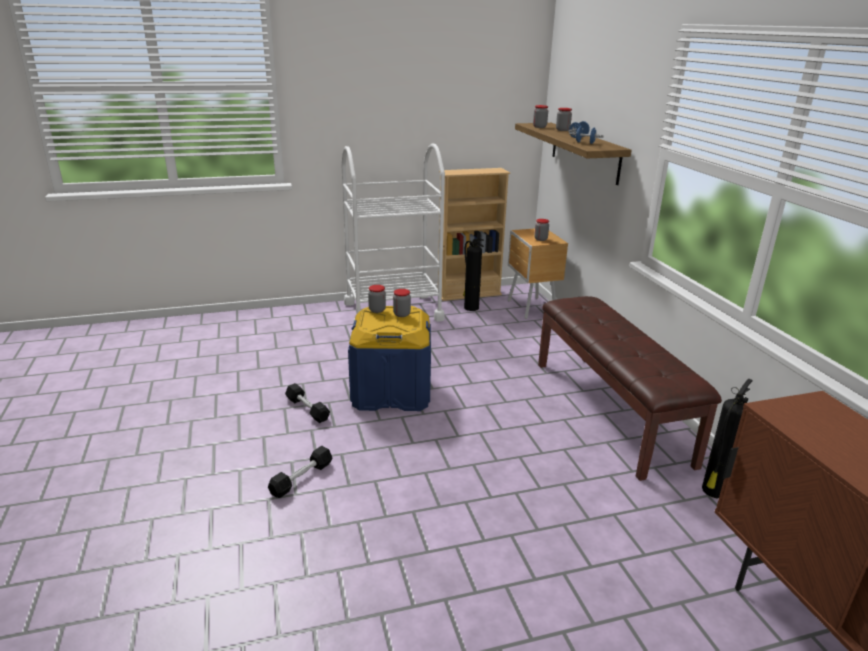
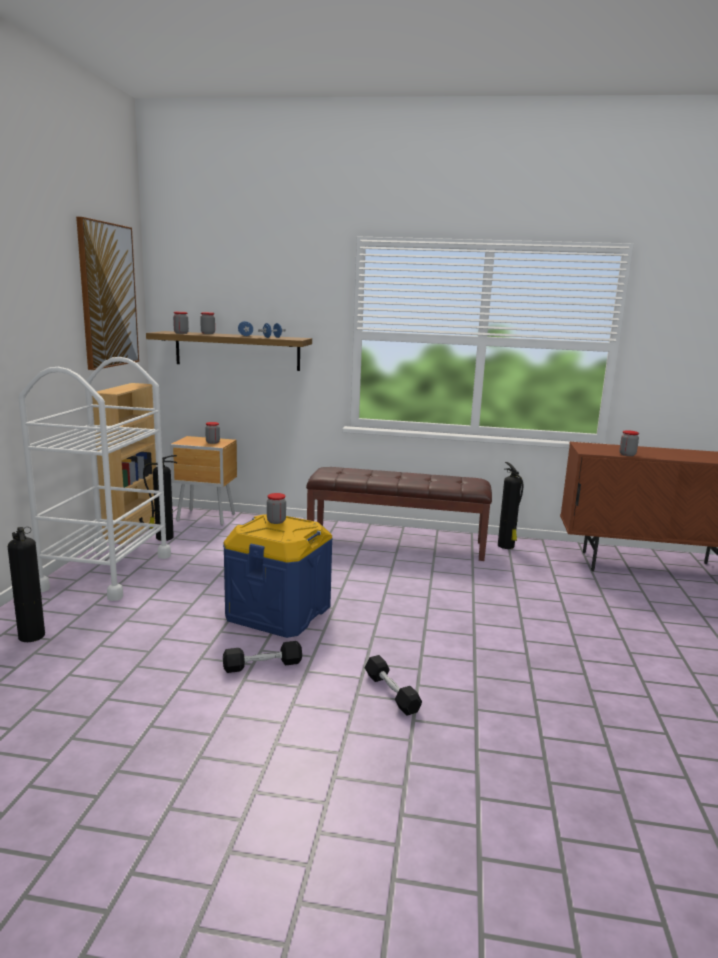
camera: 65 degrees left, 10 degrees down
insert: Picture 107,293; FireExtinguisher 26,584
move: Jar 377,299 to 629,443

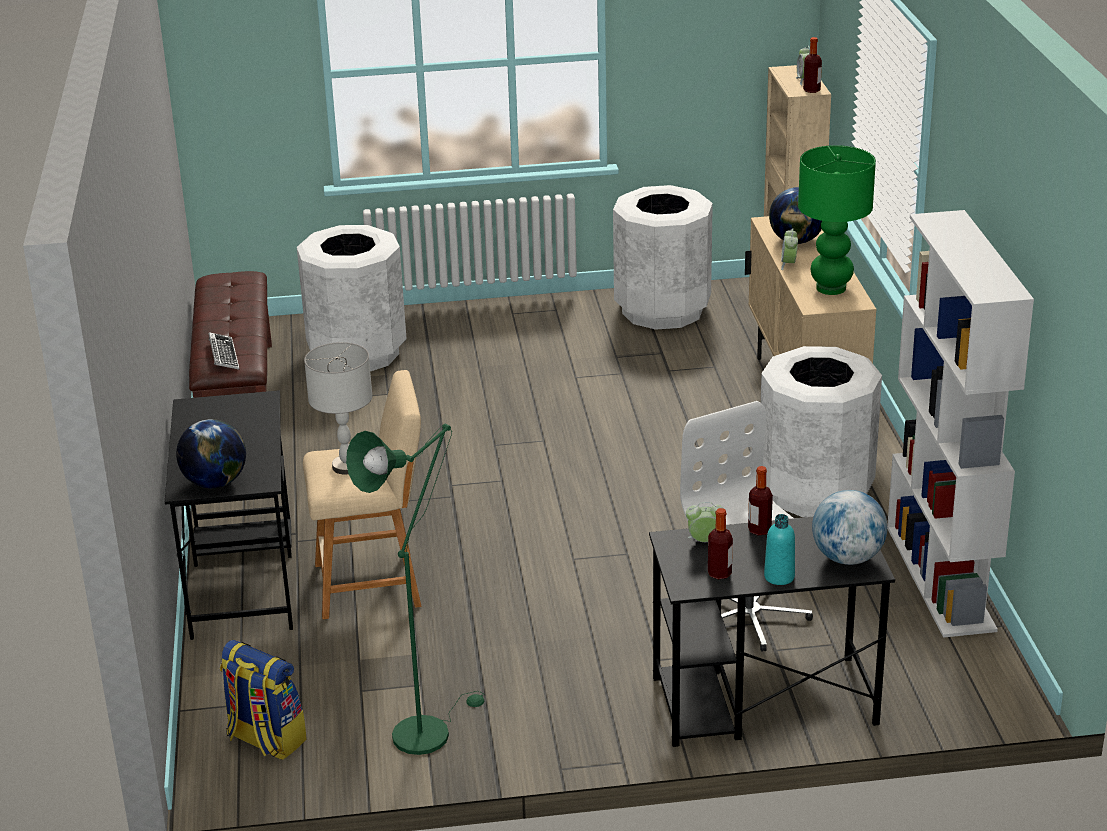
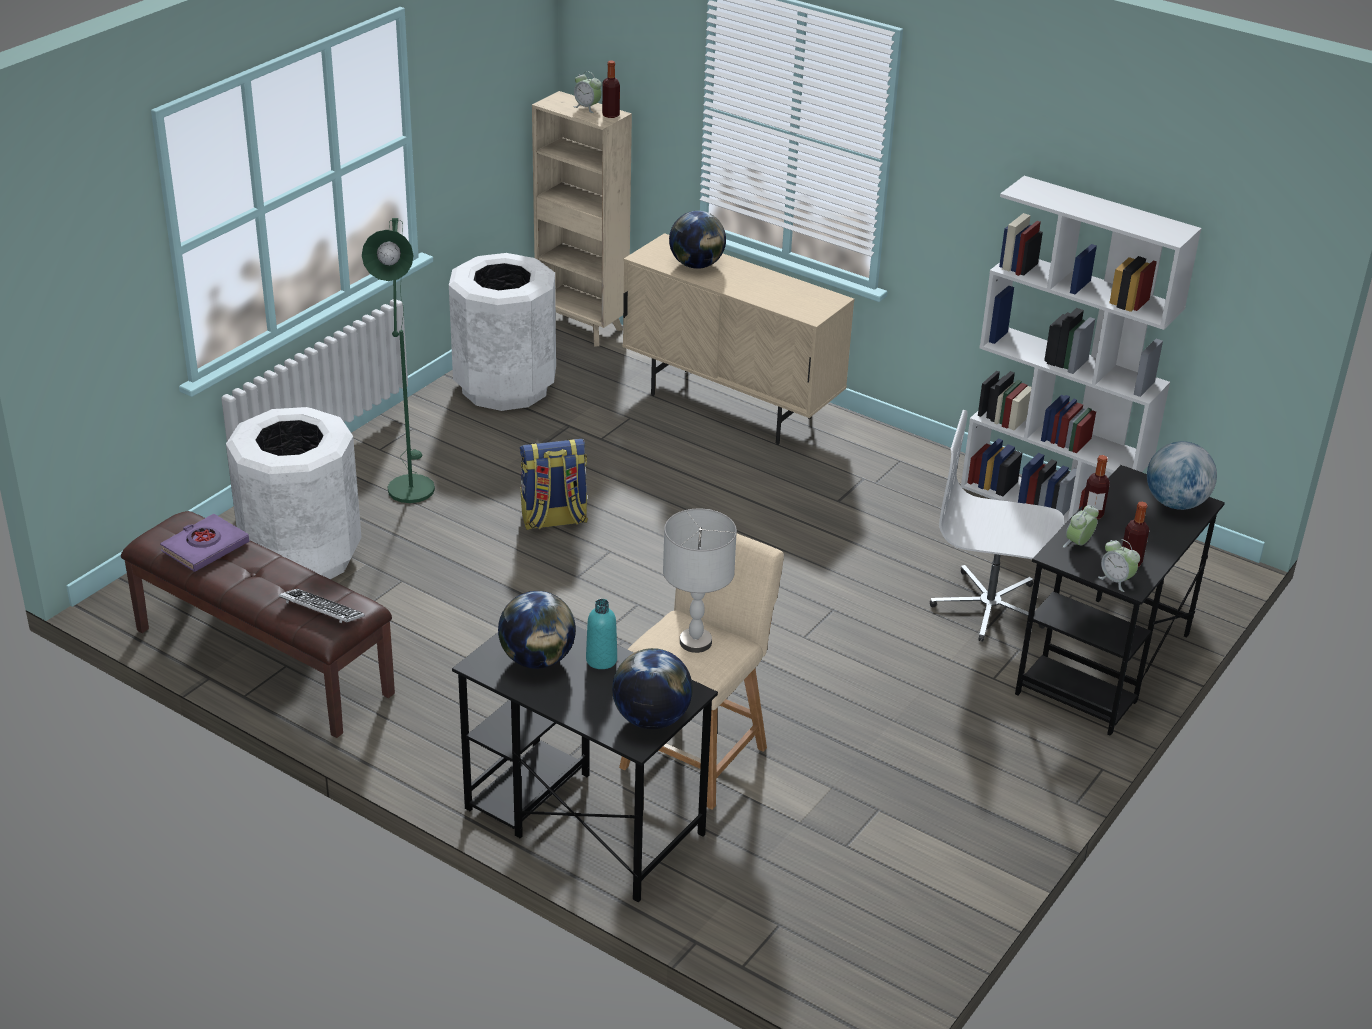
camera: 50 degrees left, 5 degrees up
delete: GreenTableLamp 837,220; WhiteTrashCan 821,431
insert: PurpleBook 204,543; Globe 537,630
move: AlarmClock 789,249 to 1119,565; GreenFloorLamp 415,589 to 398,360; TurquoiseBottle 779,549 to 601,634; Backpack 263,700 to 554,484

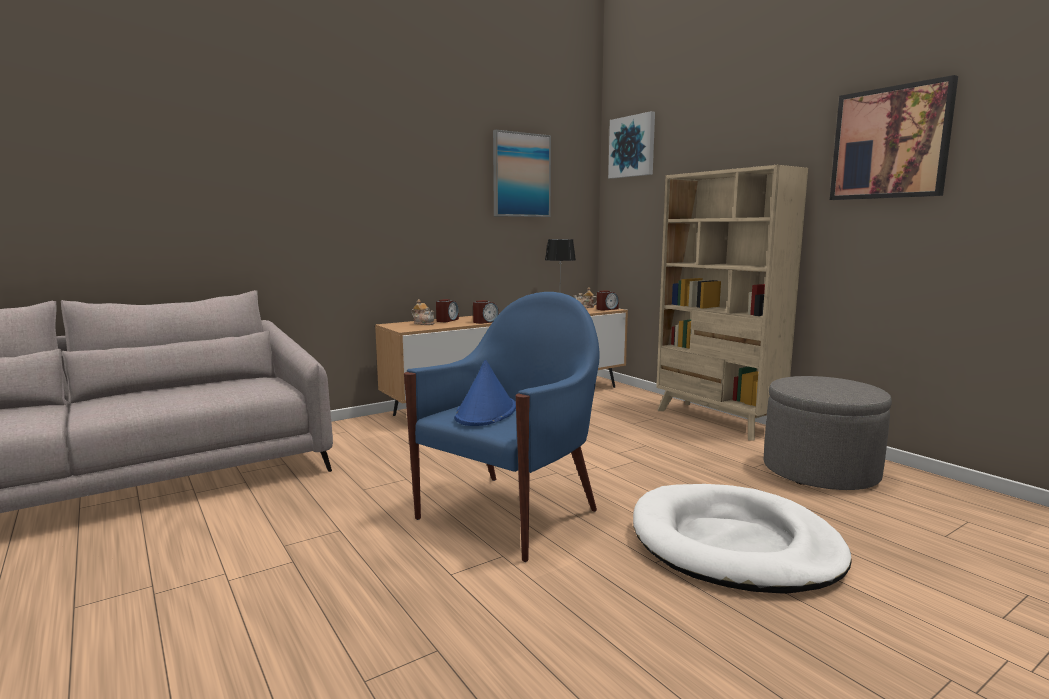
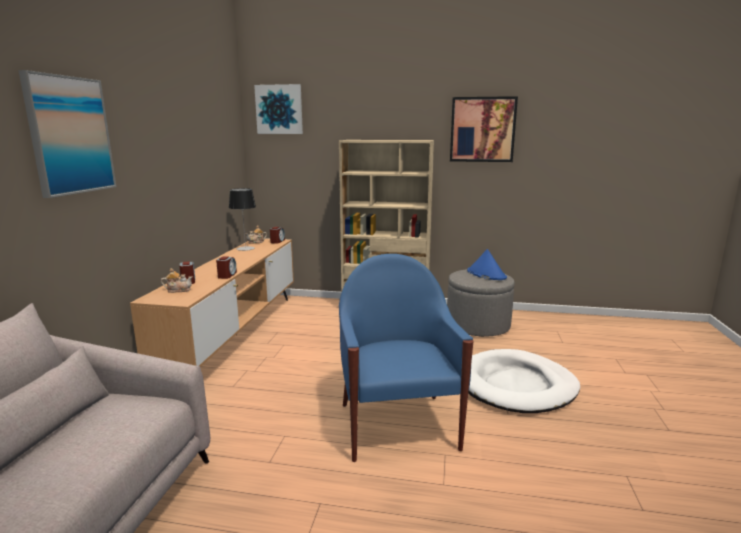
camera: 45 degrees left, 5 degrees up
move: Picture 522,173 to 67,134; BlueHat 485,393 to 487,264

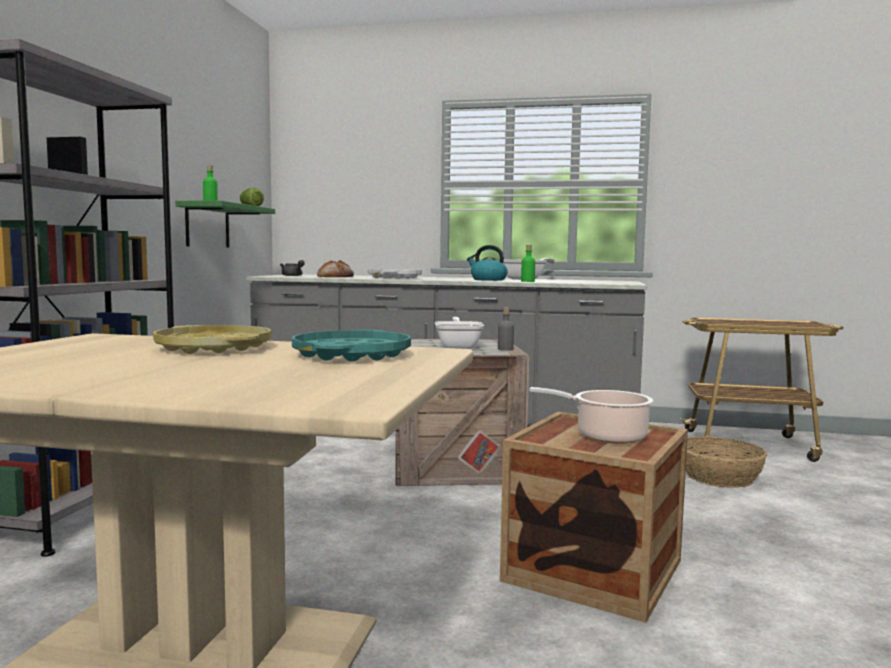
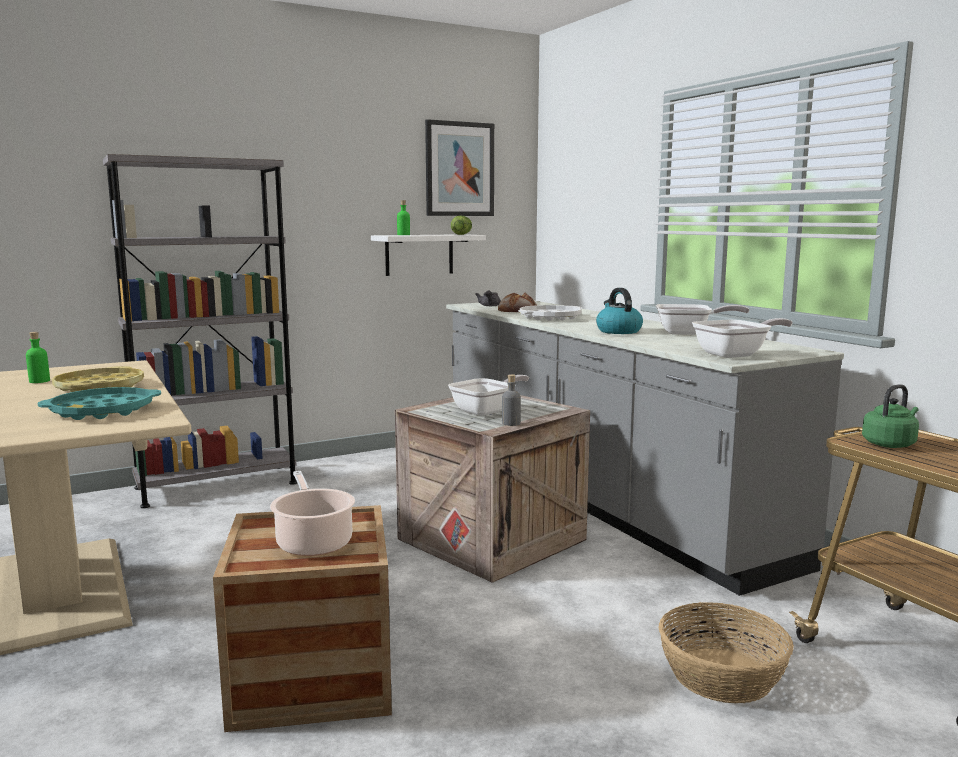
camera: 50 degrees right, 5 degrees up
insert: Picture 459,167; FryingPan 742,338; GreenKettle 890,416
move: GreenBottle 528,263 to 38,357
recolor: GreenShelf 225,224 to WhiteShelf 428,255

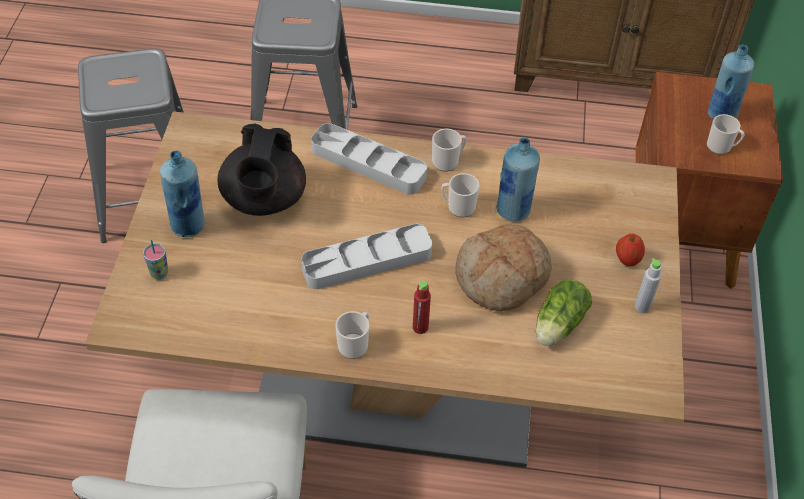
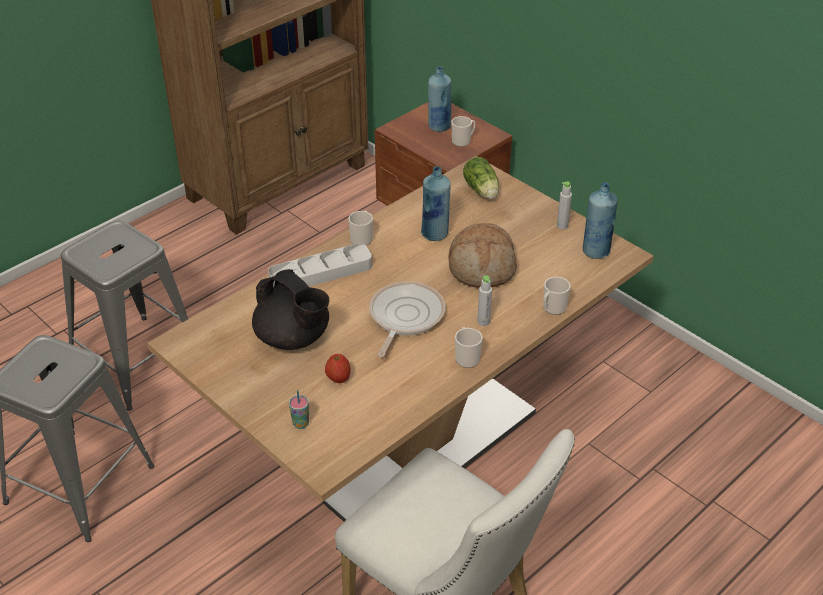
camera: 50 degrees left, 10 degrees down
move: BlueBottle 182,194 to 600,220; Mug 460,195 to 556,296; Apple 630,249 to 338,368; Lettuce 564,312 to 481,178
replace: GreyTray 366,256 to FryingPan 407,320
recolor: RedBottle 422,307 to GreyBottle 485,301

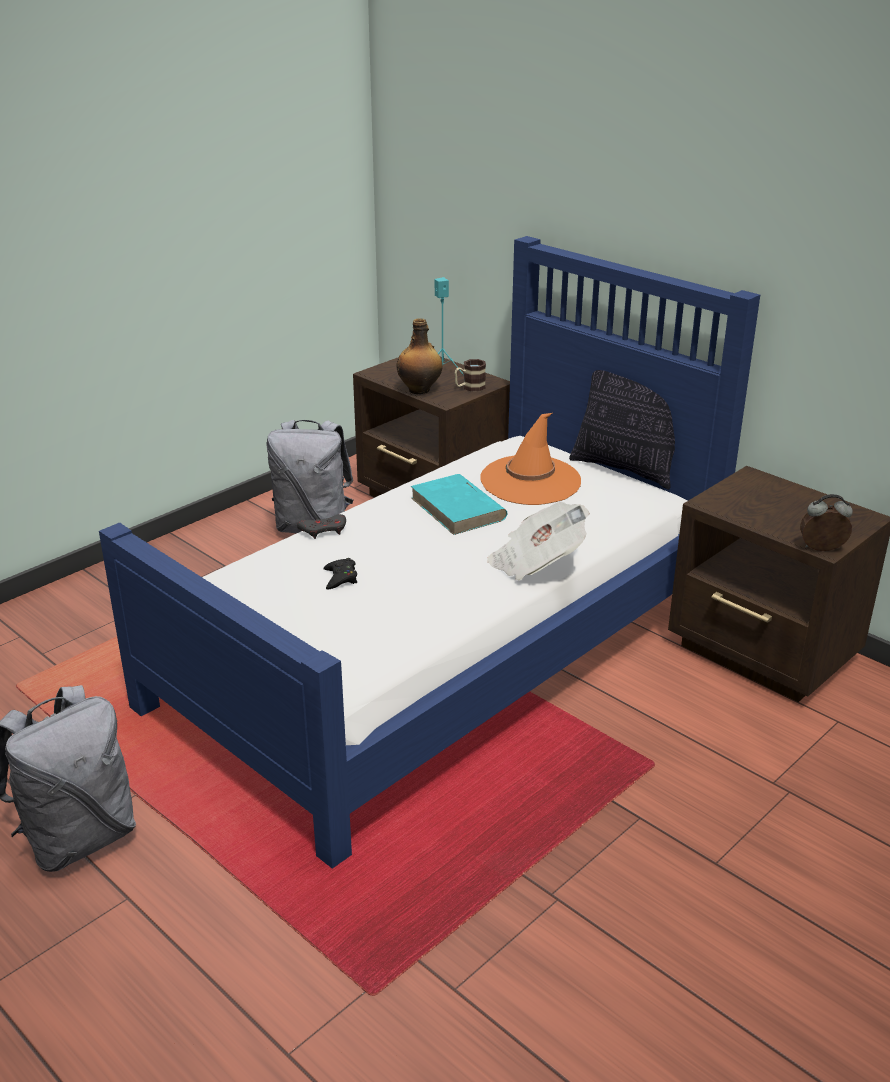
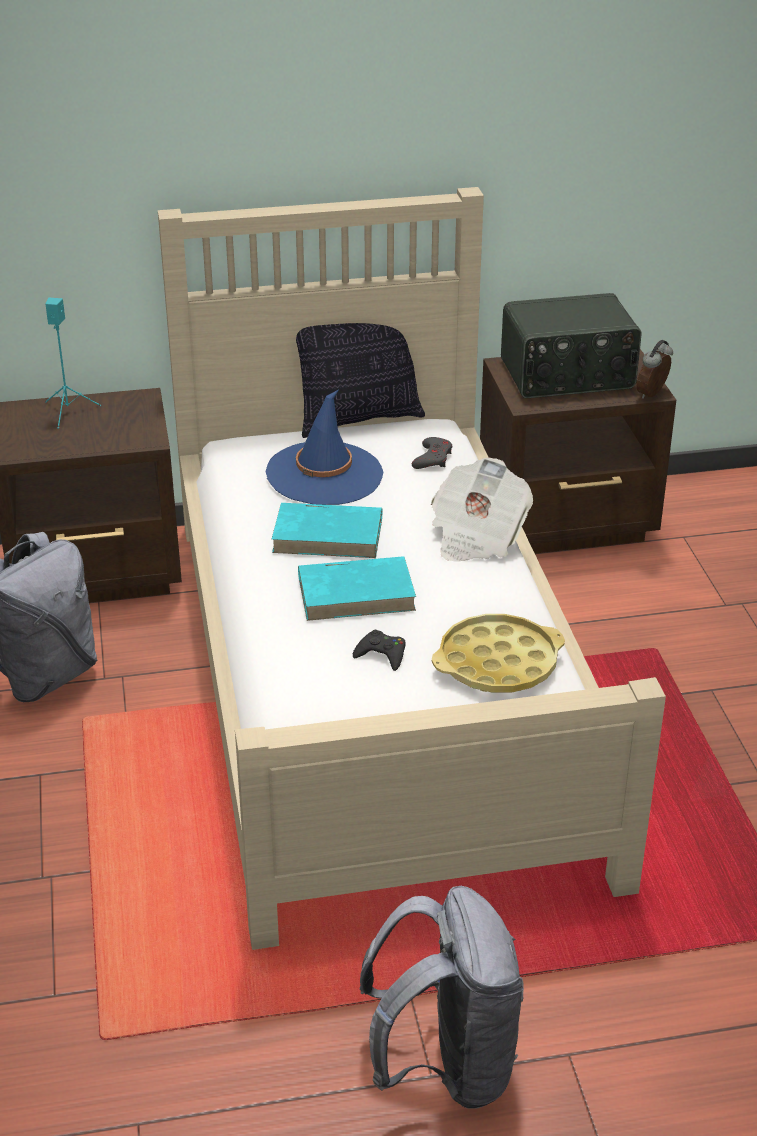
camera: 55 degrees left, 5 degrees up
delete: Bottle 419,356; Mug 470,375
insert: Radio 571,345; TurquoiseBook 357,588; YellowTray 498,653
move: GreyGameController 321,526 to 432,453
recolor: BlueBed 429,552 to BeigeBed 412,568; OrangeHat 530,459 to BlueHat 324,447

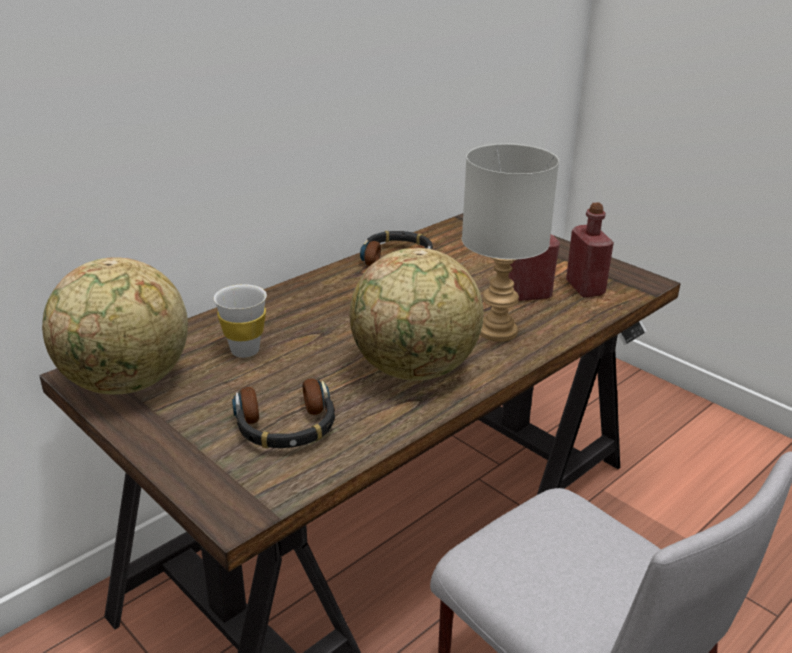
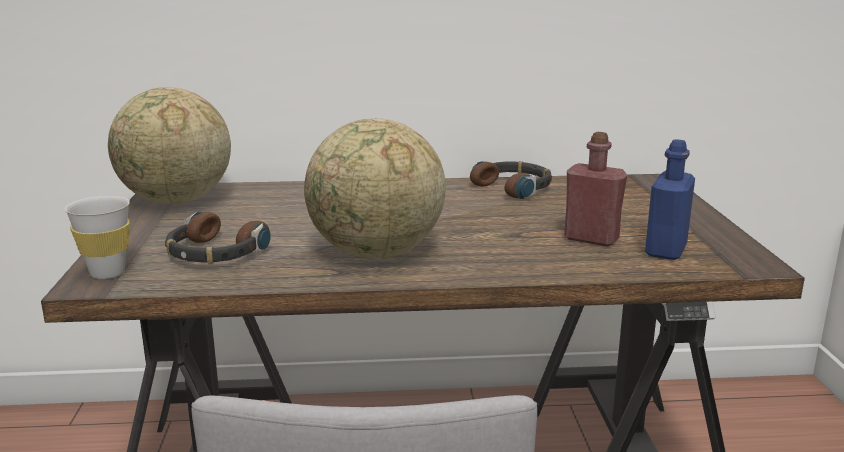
camera: 40 degrees right, 10 degrees down
delete: GreyTableLamp 510,242
move: WhiteCup 240,321 to 97,237
recolor: RedBottle 590,249 to BlueBottle 670,199

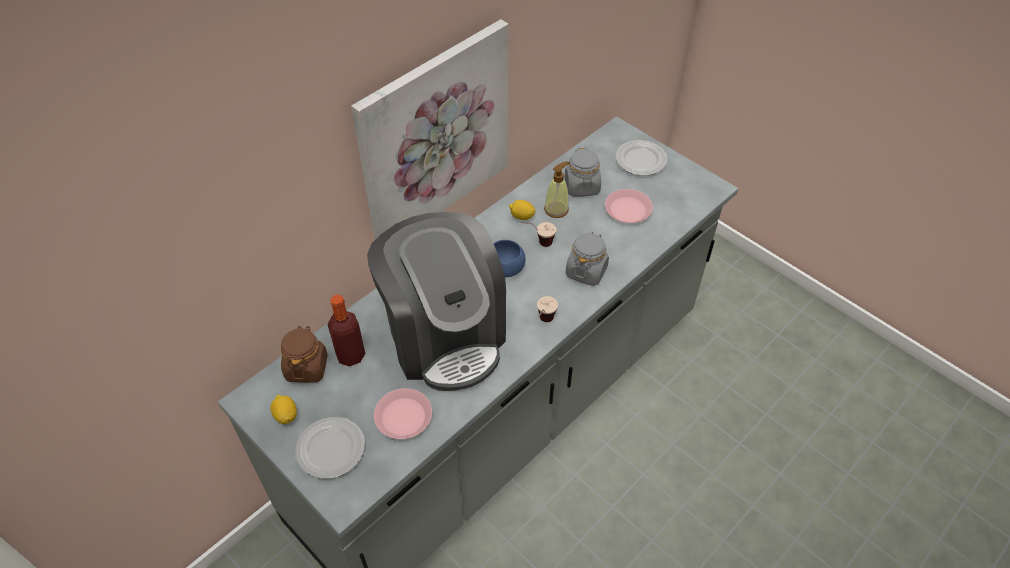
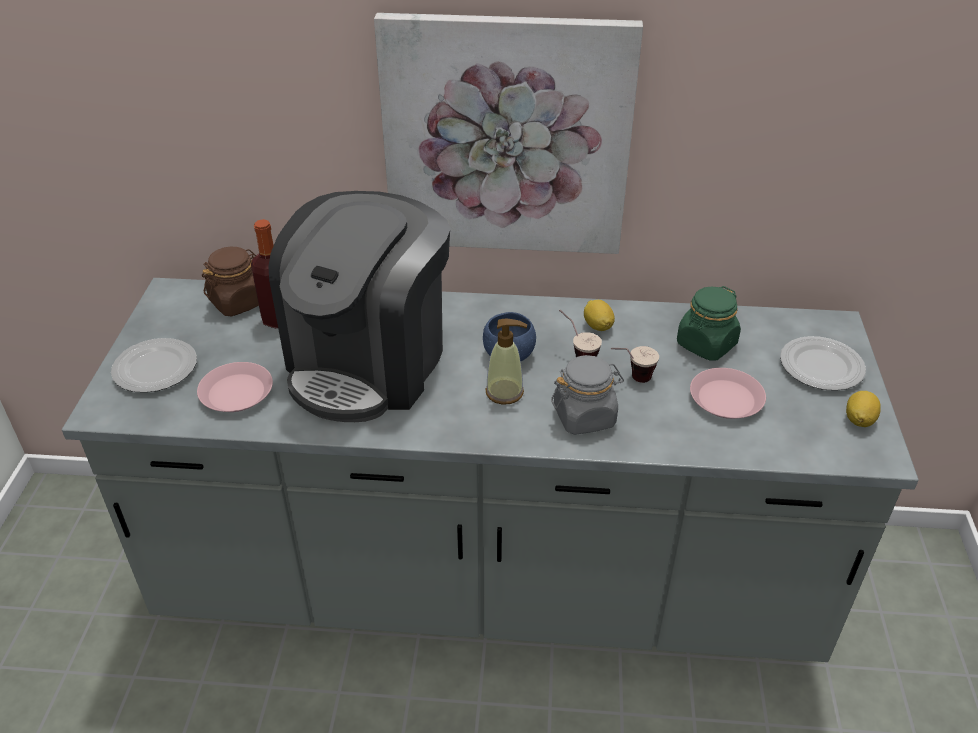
camera: 50 degrees right, 10 degrees down
move: SoapDispenser 556,189 to 506,362; Cup 547,309 to 635,364; Lemon 283,409 to 863,409
recolor: GreyJar 583,172 to GreenJar 709,323

